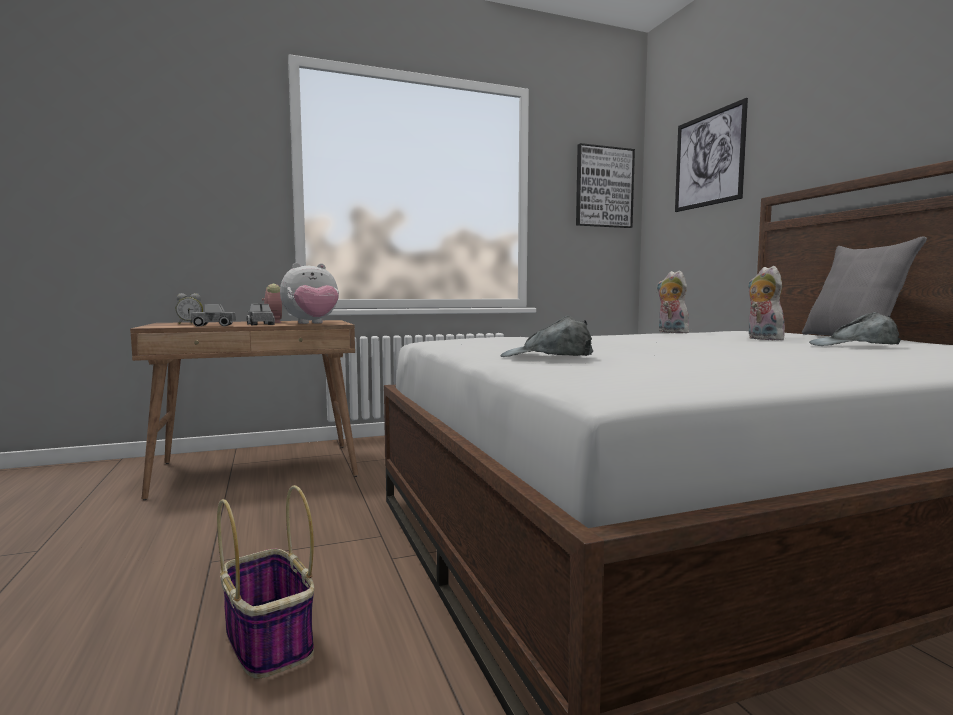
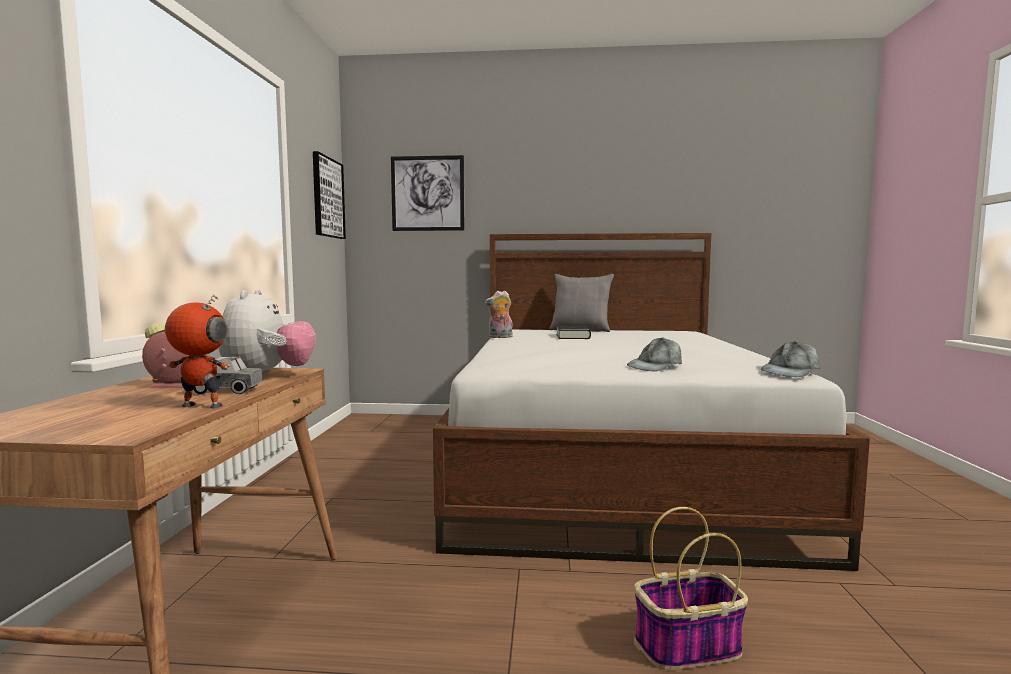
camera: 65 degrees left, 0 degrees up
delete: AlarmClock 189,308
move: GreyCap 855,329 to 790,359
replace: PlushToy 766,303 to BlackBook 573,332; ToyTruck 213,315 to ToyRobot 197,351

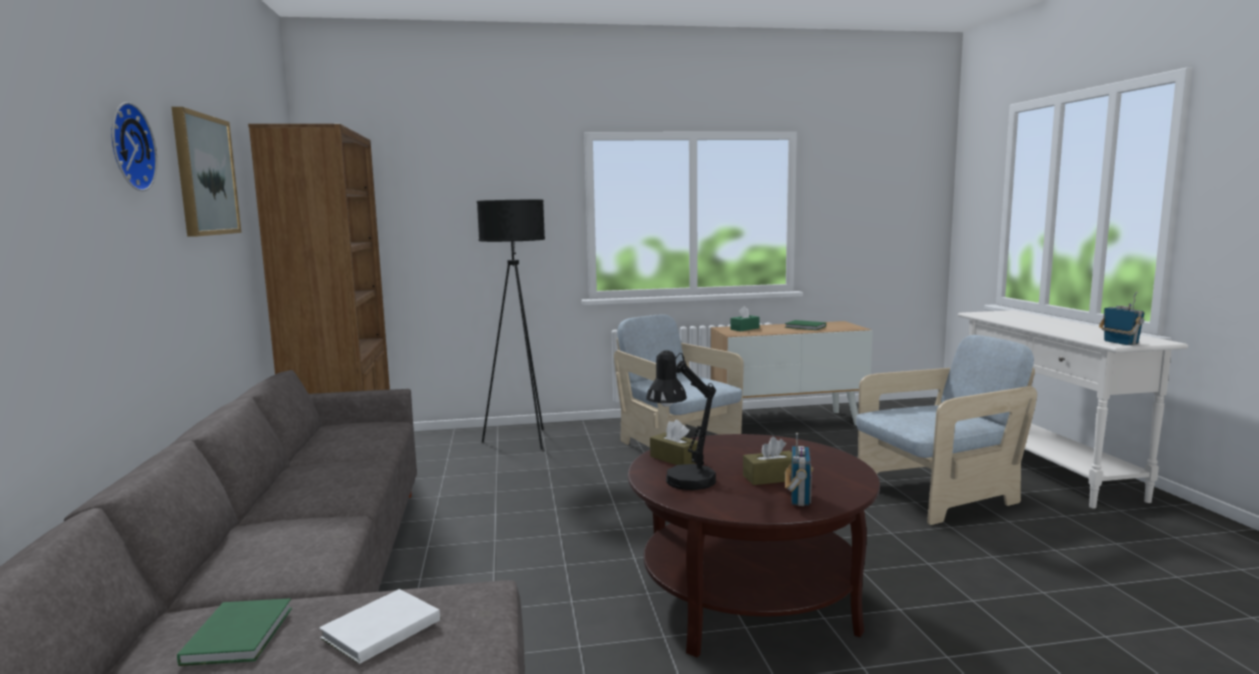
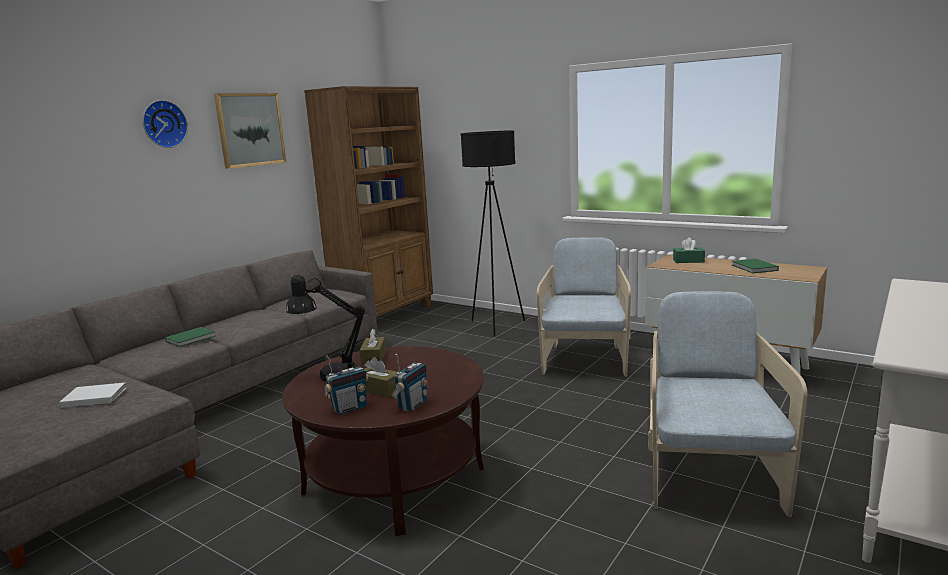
camera: 45 degrees right, 5 degrees up
move: Radio 1121,318 to 410,383; GreenBook 234,632 to 190,337
rotate: BeigeArmchair 946,430 = 727,404 105 degrees counterclockwise

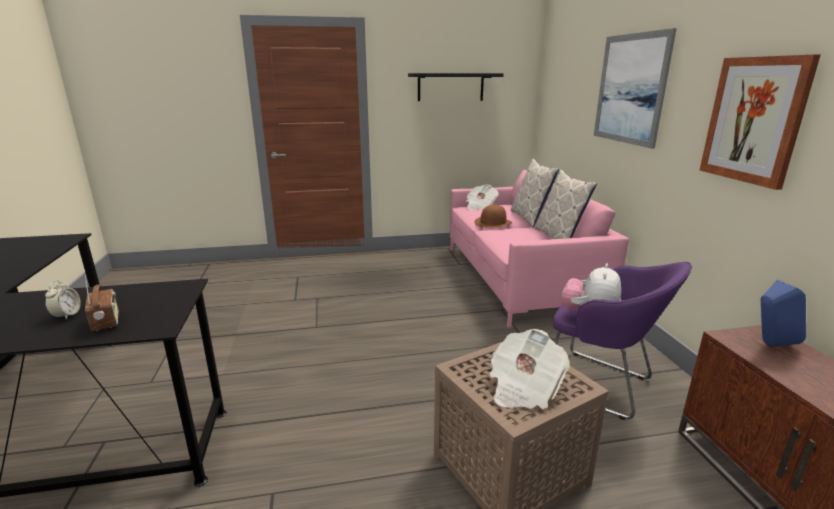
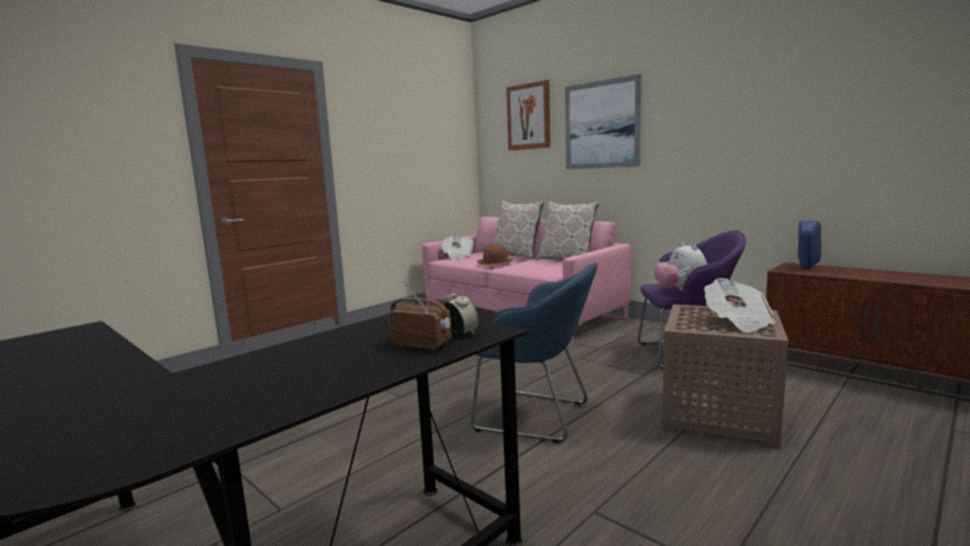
camera: 35 degrees left, 10 degrees down
delete: BlackShelf 456,87
insert: BlueArmchair 534,353
move: Picture 760,122 to 528,115; AlarmClock 63,300 to 461,312

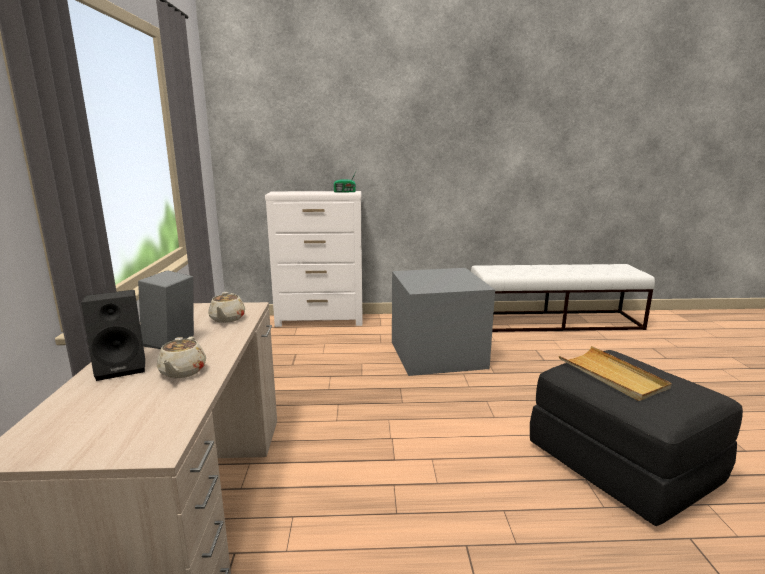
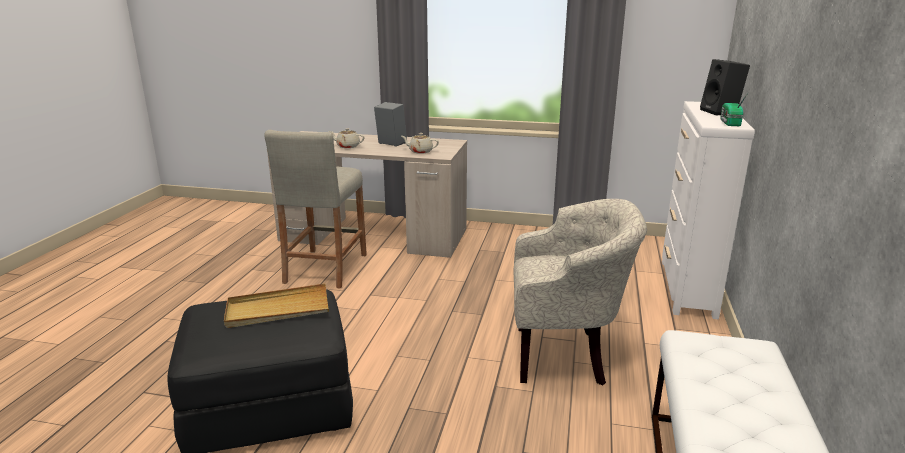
camera: 105 degrees right, 5 degrees up
insert: BeigeStool 316,209
move: BlackSpeaker 113,335 to 725,87
replace: GreyStorageBox 443,322 to BeigeArmchair 580,292

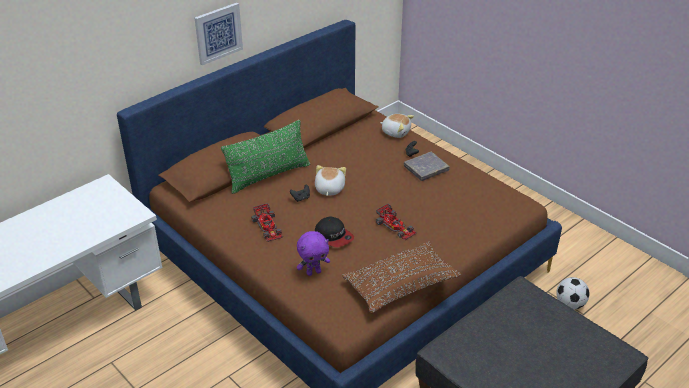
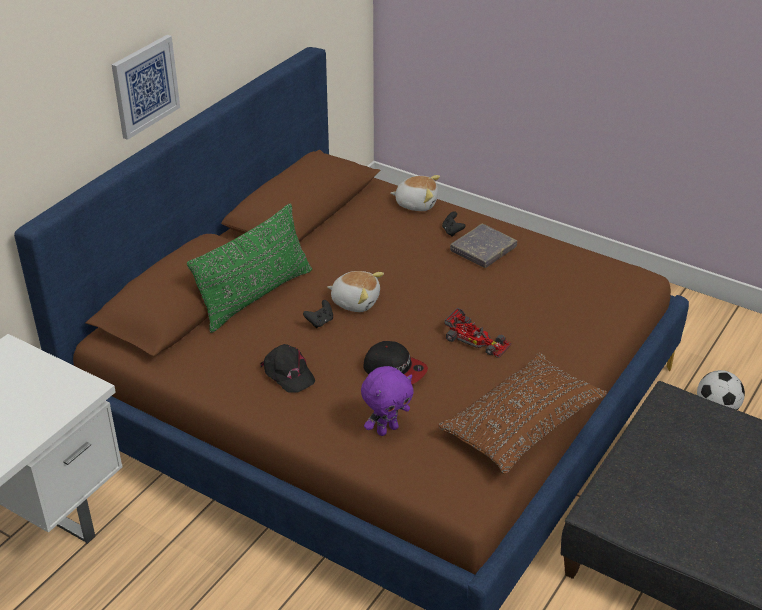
camera: 15 degrees left, 0 degrees up
replace: ToyCar 267,222 to BlackCap 287,368
rotate: PlushToy 330,180 = 355,291 120 degrees clockwise

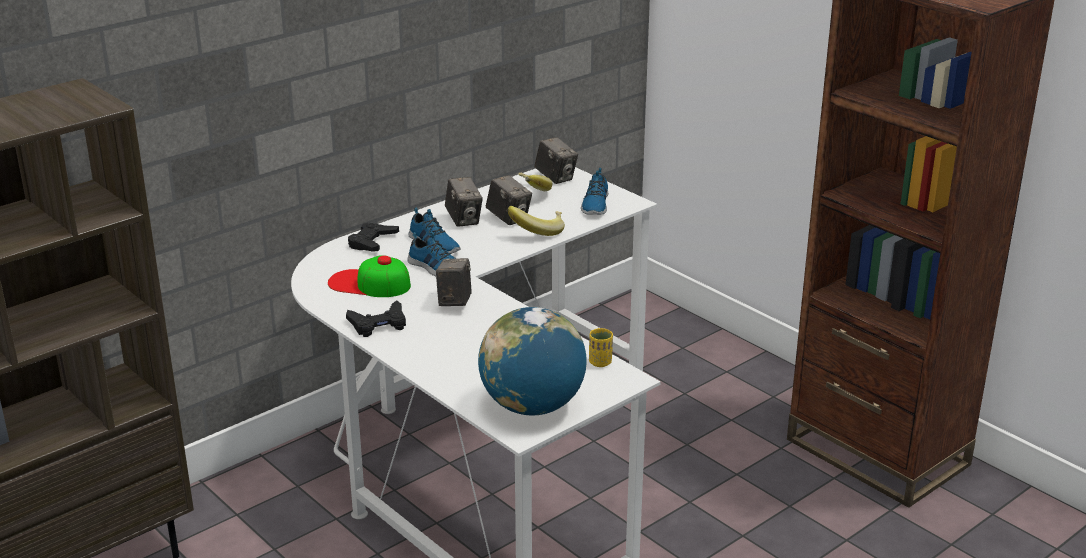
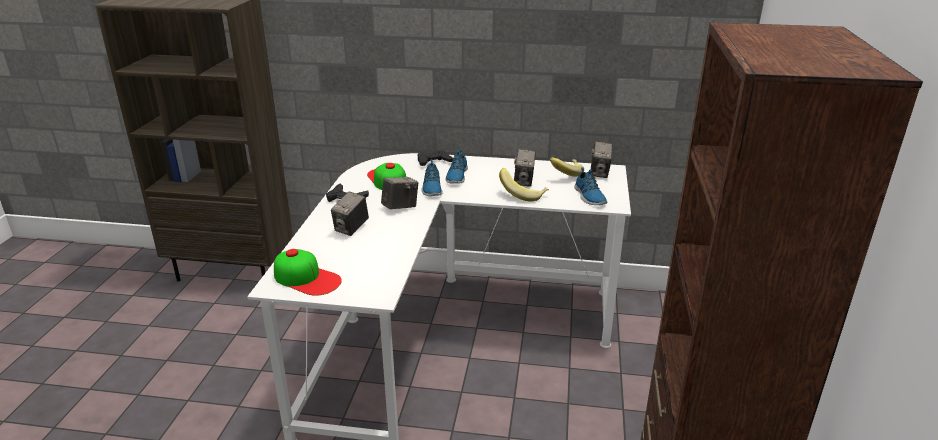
camera: 50 degrees right, 0 degrees up
delete: YellowCup 601,347
move: PhotoCamera 464,202 to 350,213
replace: Globe 532,361 to Cap 308,272
rotate: Shoe 595,191 = 590,186 75 degrees counterclockwise

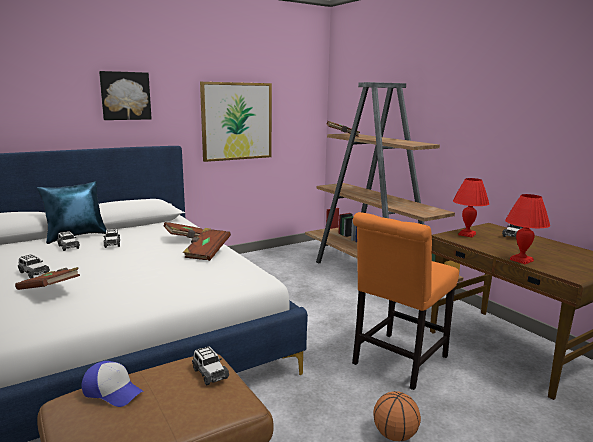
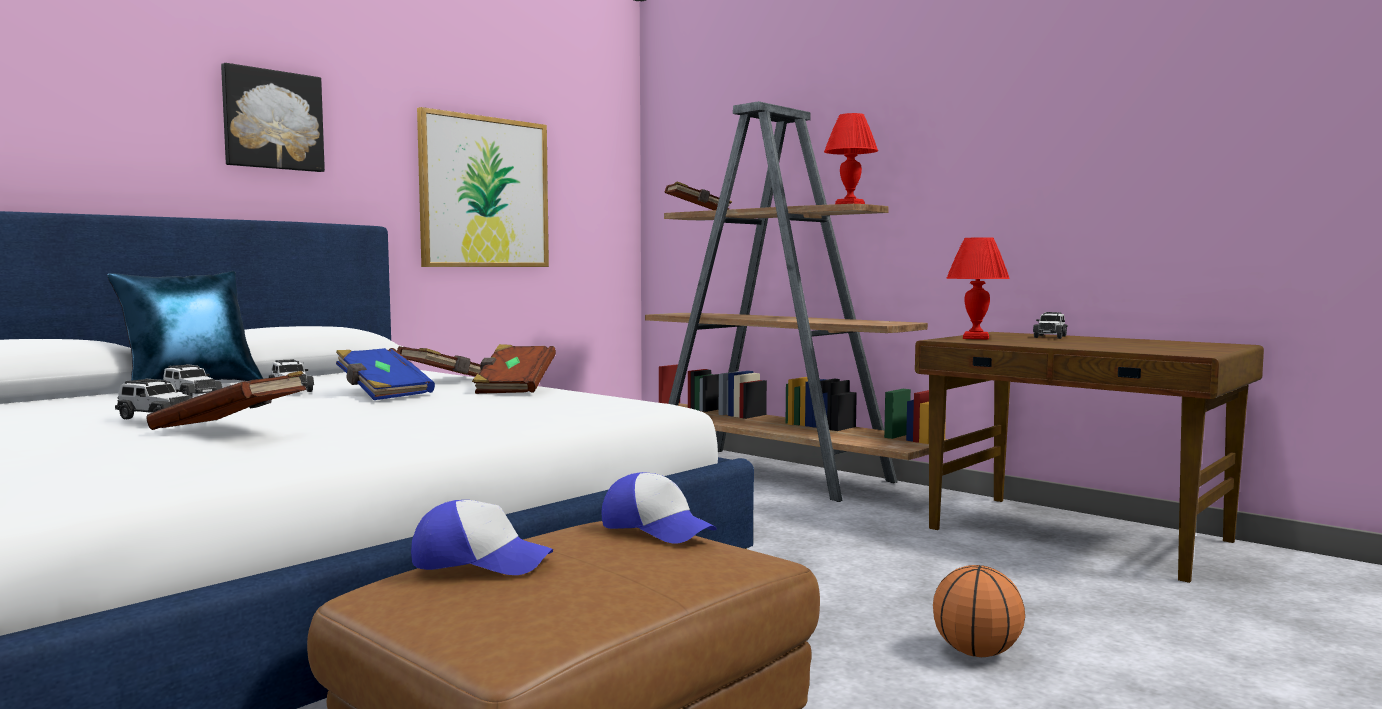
camera: 15 degrees left, 10 degrees down
delete: OrangeChair 405,301
insert: BlueBook 385,374
move: RedTableLamp 527,229 to 851,158
replace: ToyCar 210,365 to Cap 659,508

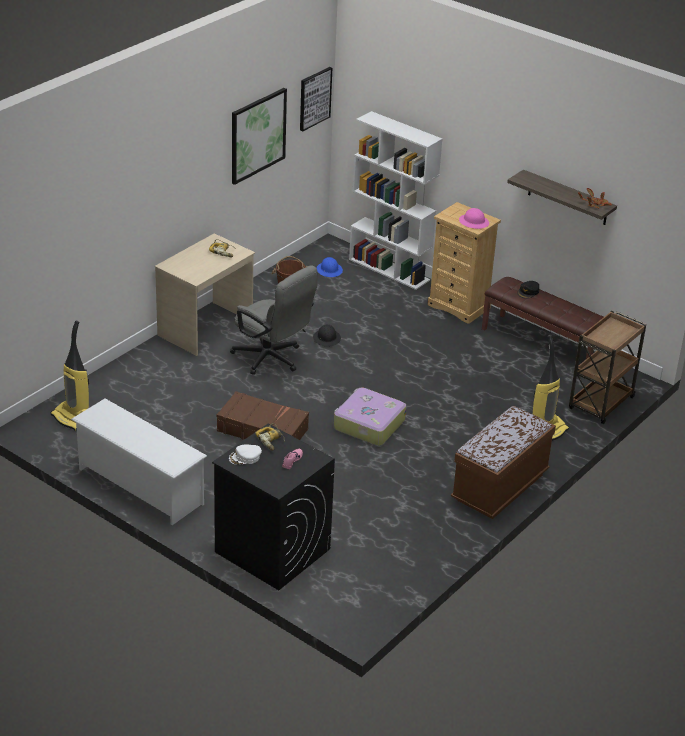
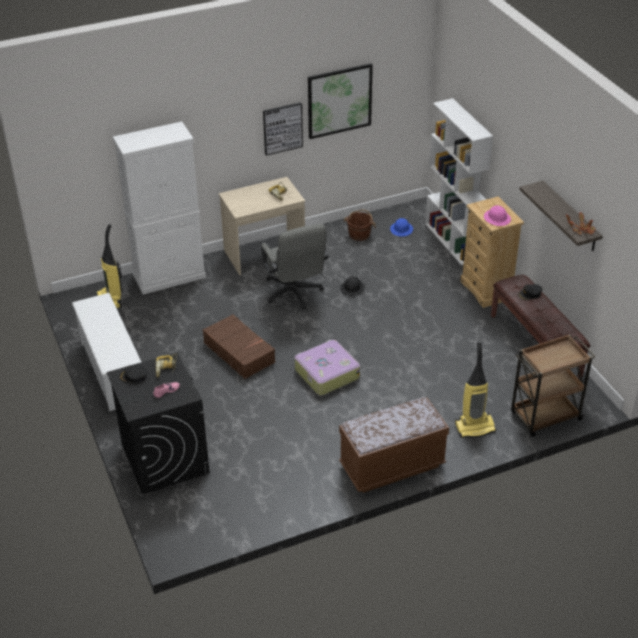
camera: 30 degrees right, 5 degrees up
insert: WhiteCabinet 159,207
move: Picture 316,99 to 283,129
recolor: WhiteCap 245,454 to BlackCap 134,374

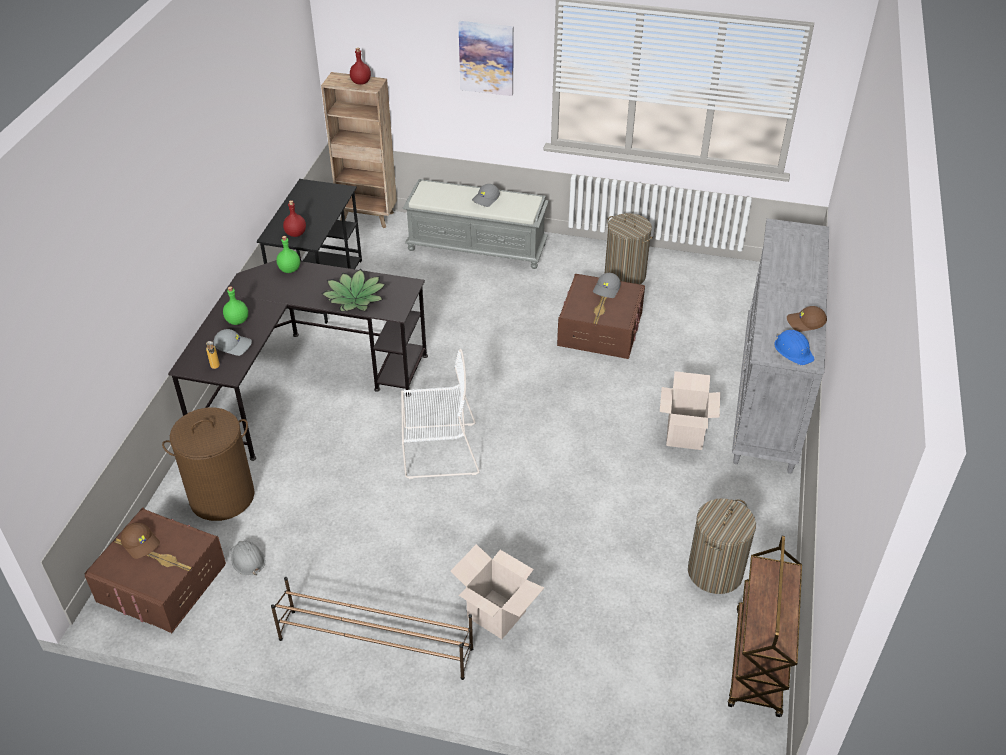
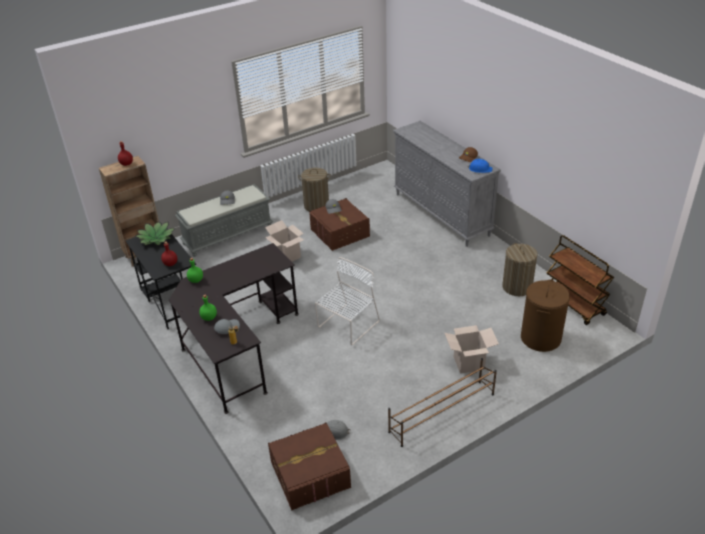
camera: 45 degrees left, 5 degrees down
delete: Picture 486,58; BrownCap 140,541
move: PottedPlant 354,290 to 155,233; CardboardBox 690,410 to 284,240; BrownLaundryBasket 208,464 to 545,316

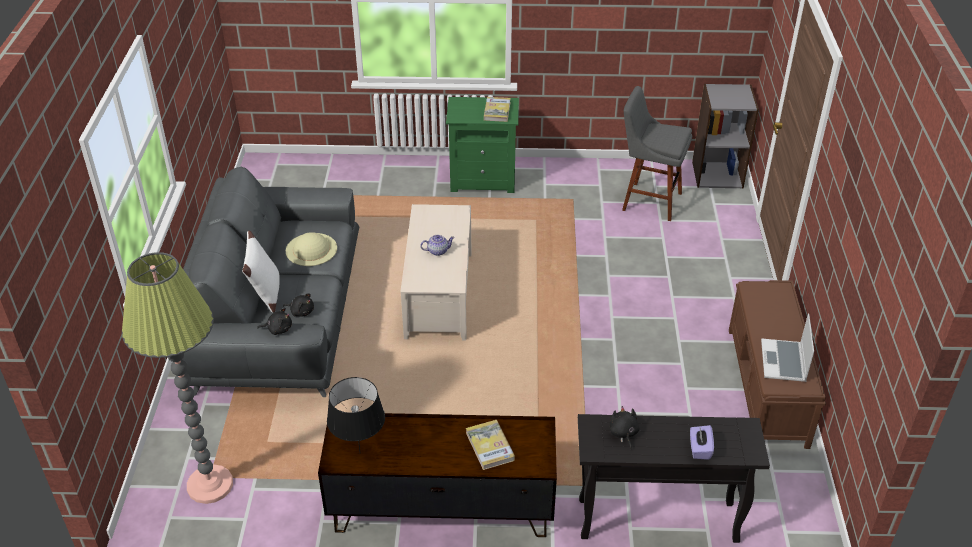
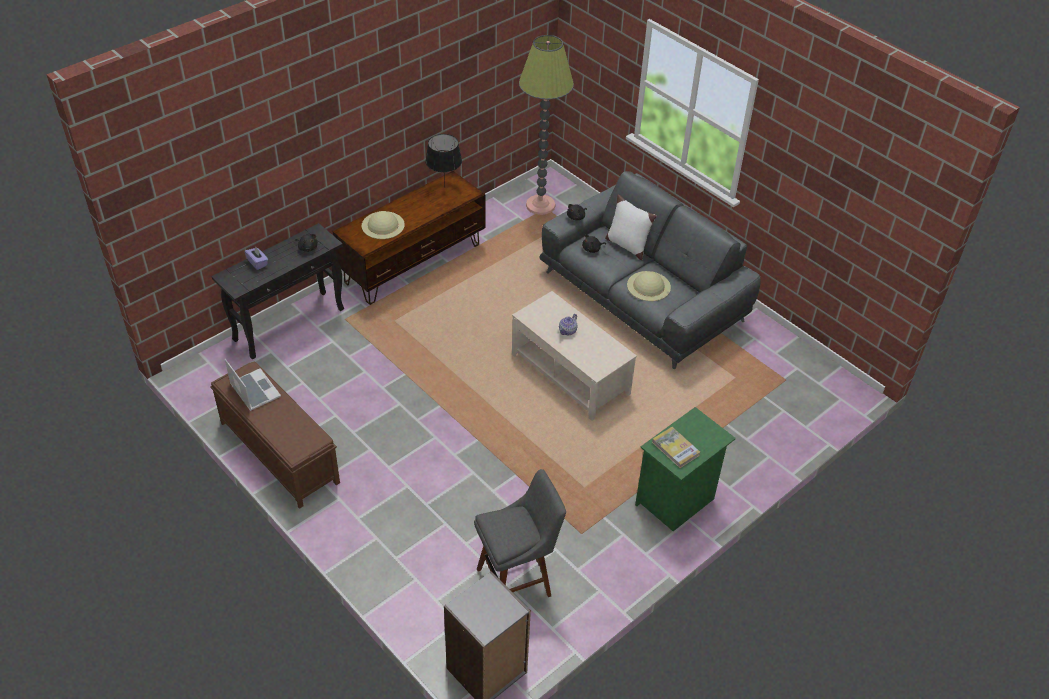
camera: 135 degrees right, 5 degrees up
replace: Book 490,445 to BeigeHat 383,225

